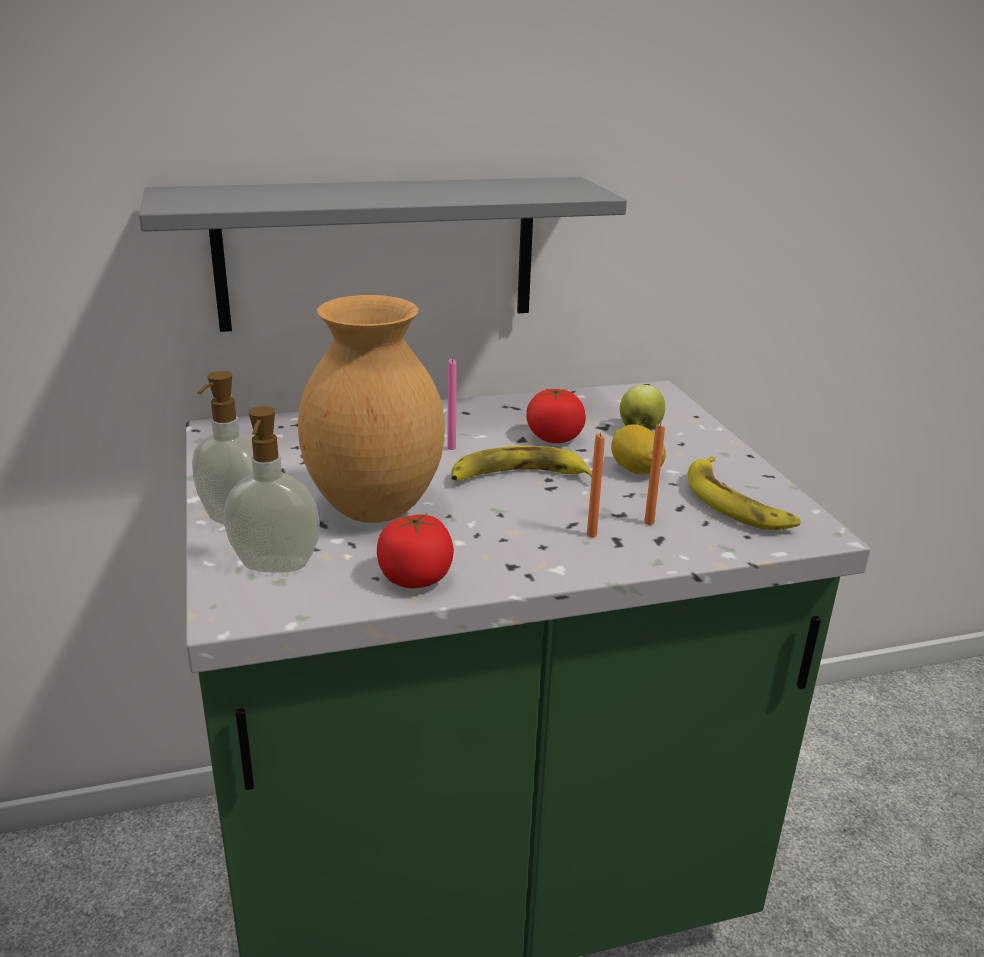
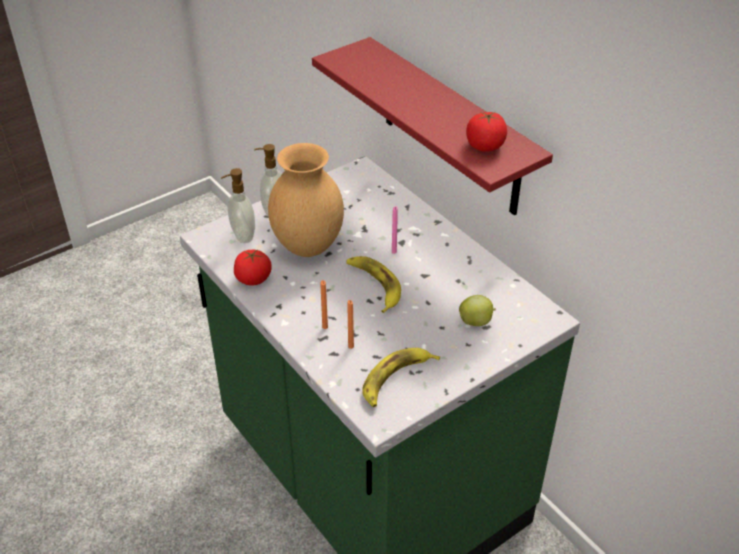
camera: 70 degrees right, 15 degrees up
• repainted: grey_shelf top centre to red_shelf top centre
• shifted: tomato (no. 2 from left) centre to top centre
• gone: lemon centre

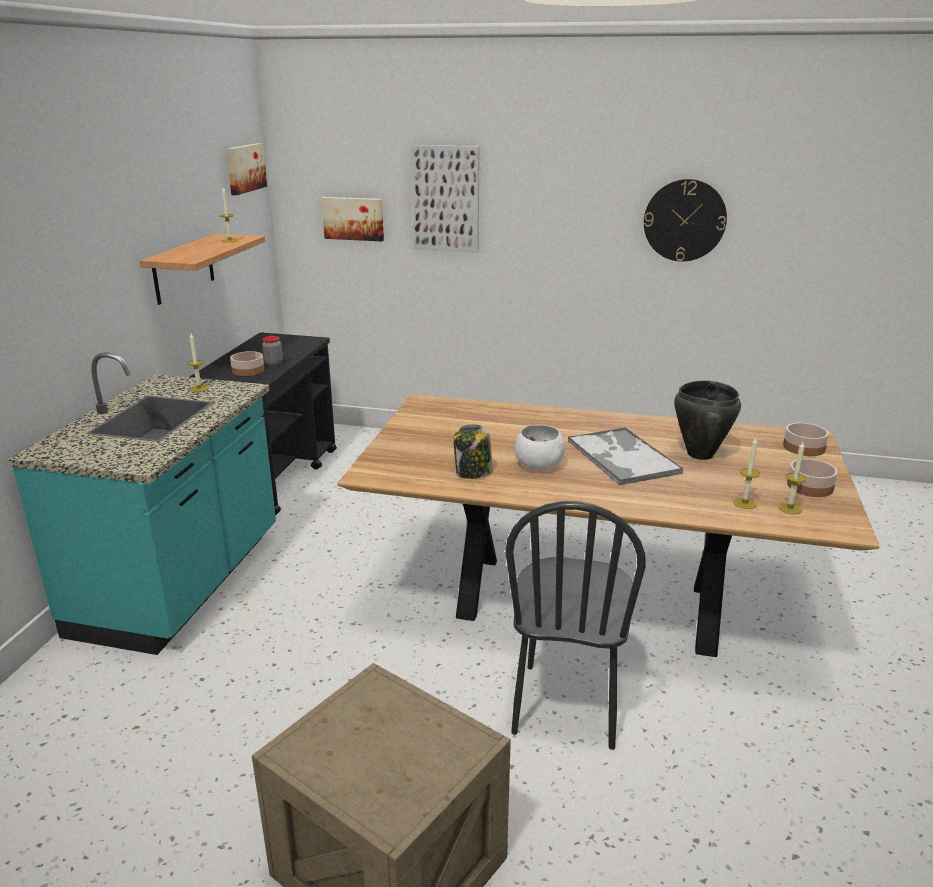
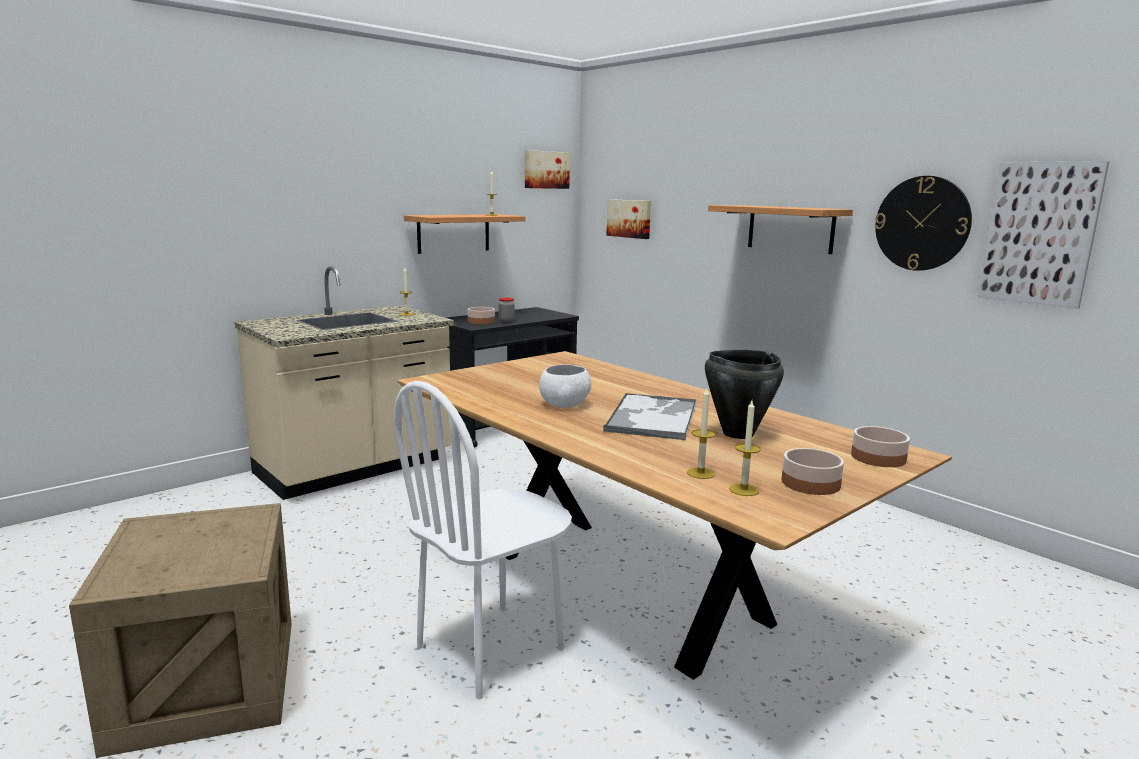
camera: 35 degrees right, 10 degrees down
• repainted: turquoise_counter middle left to beige_counter middle left
• repainted: black_chair bottom centre to white_chair bottom centre
• new: shelf (no. 2 from left) top right
• shifted: picture (no. 3 from left) top centre to top right
• gone: jar (no. 2 from left) centre

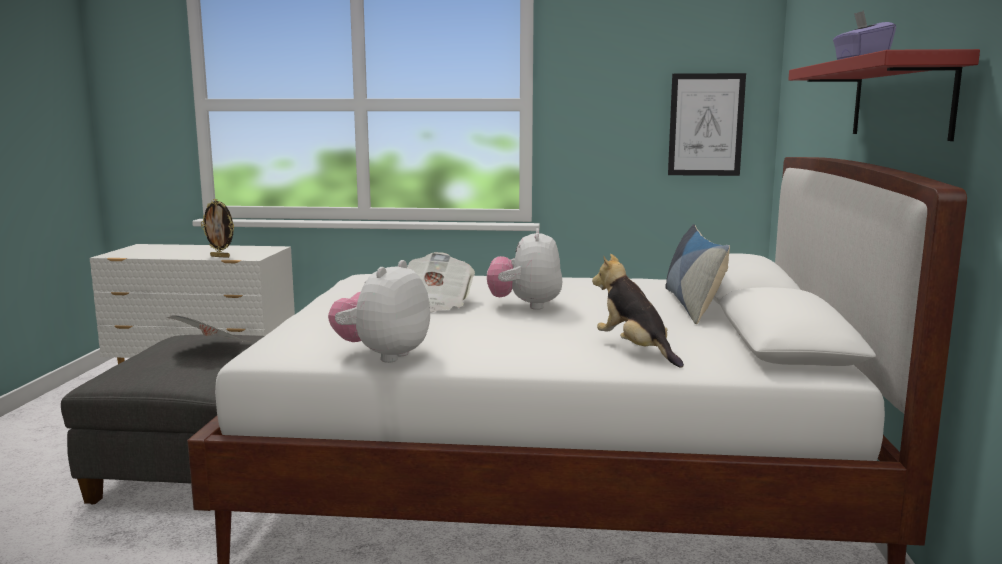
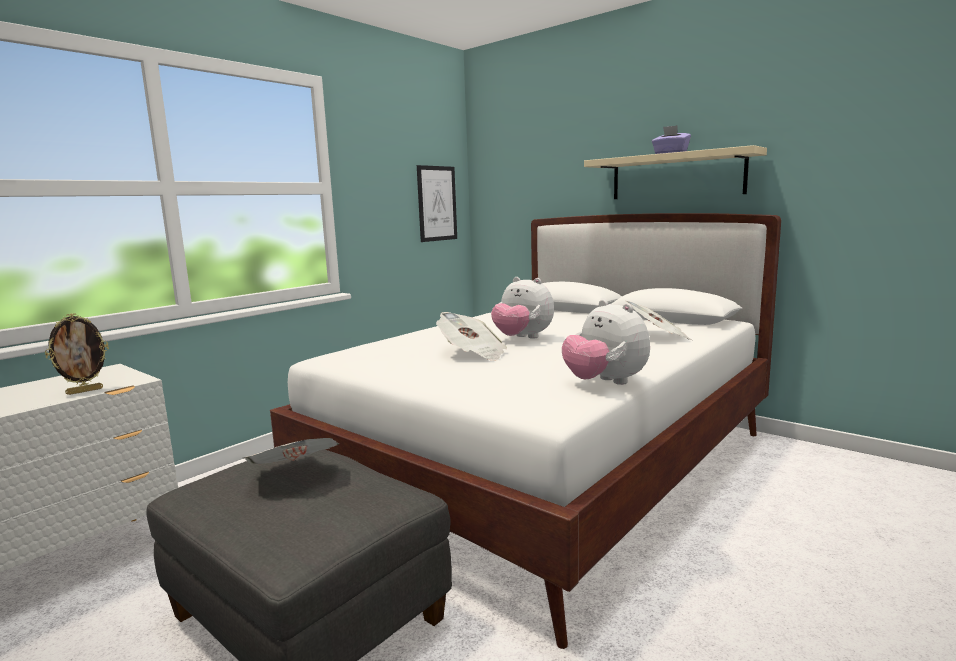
camera: 55 degrees left, 0 degrees up
• repainted: red_shelf top right to beige_shelf top right
• swapped: plush_toy (no. 3 from left) centre to newspaper (no. 3 from left) middle right
• gone: pillow middle right

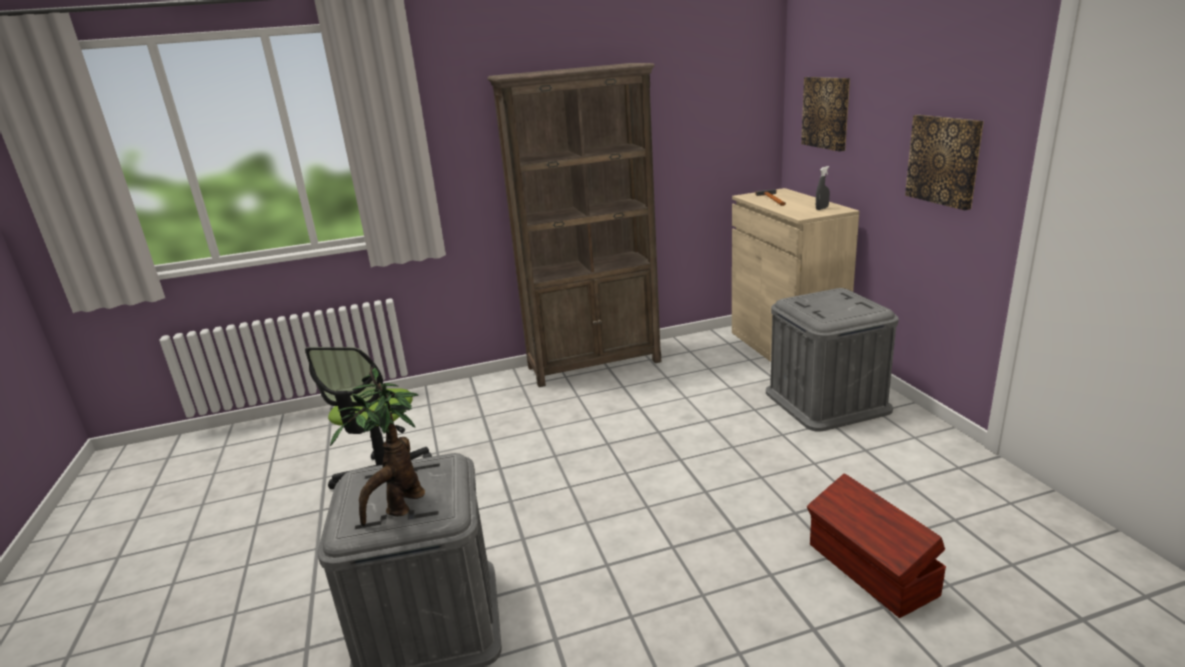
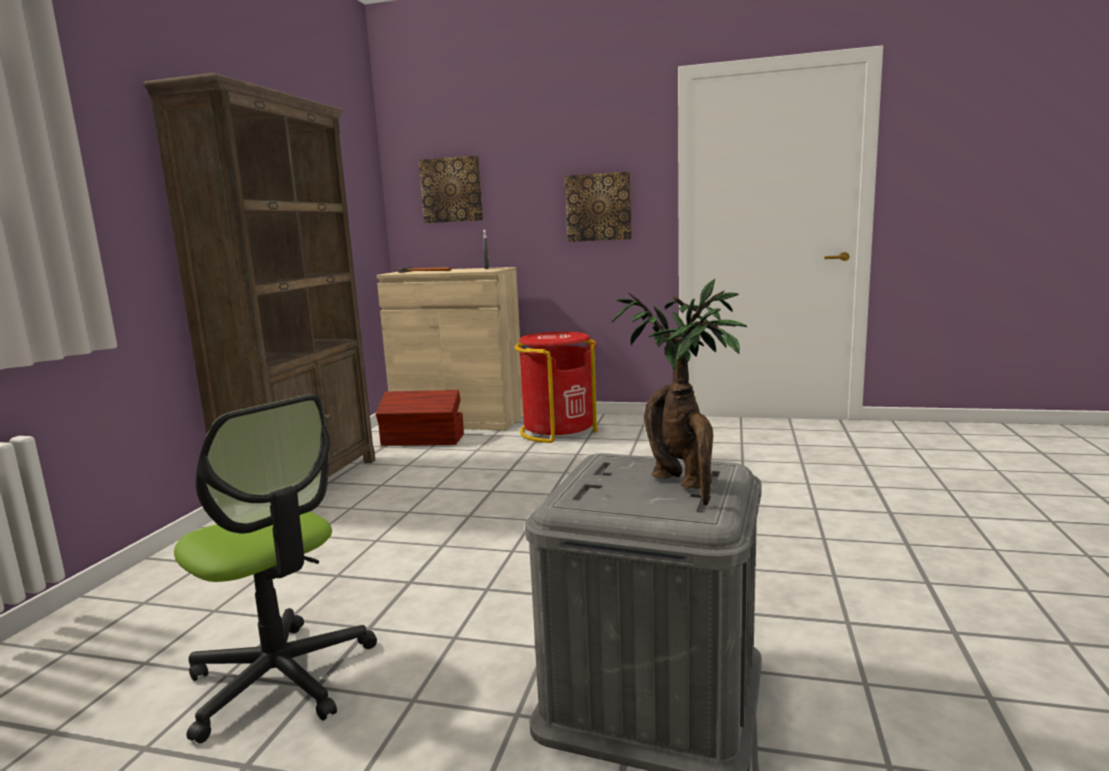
camera: 60 degrees left, 10 degrees down
• shifted: brown_storage_box bottom right to centre
• swapped: grey_storage_box (no. 2 from left) middle right to red_trash_can centre

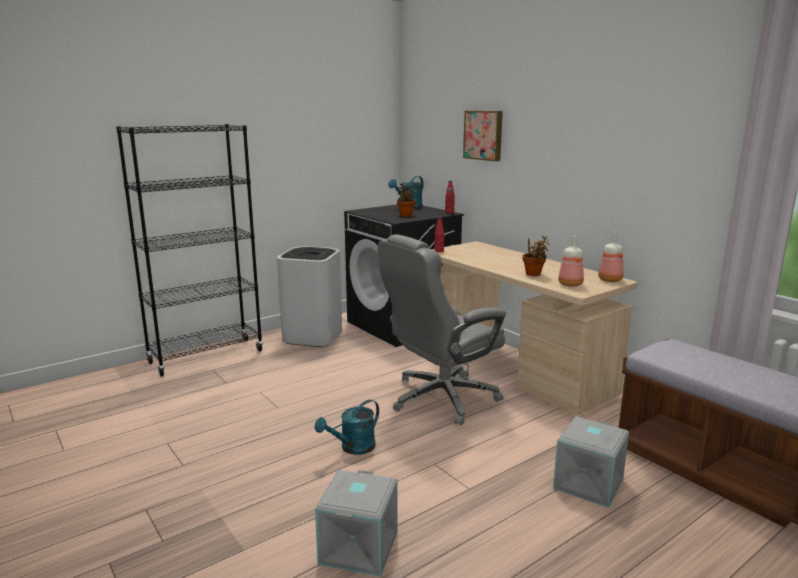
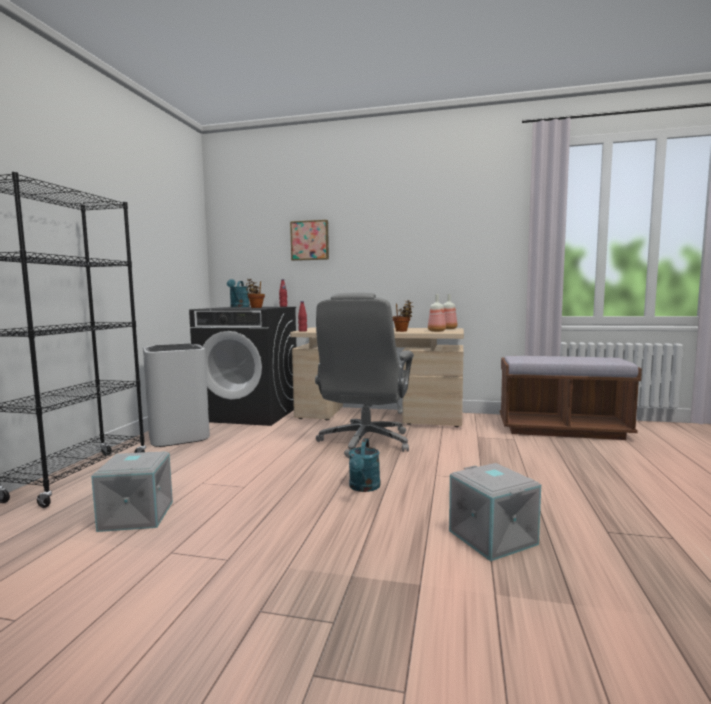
camera: 40 degrees left, 10 degrees down
• shifted: grey_storage_box (no. 2 from left in the first image) bottom right to grey_storage_box (no. 1 from left) bottom left

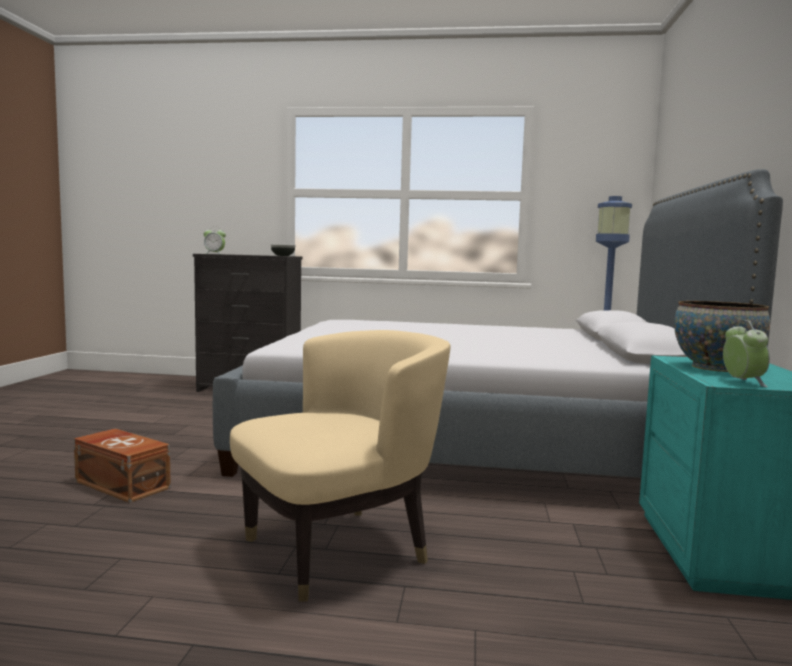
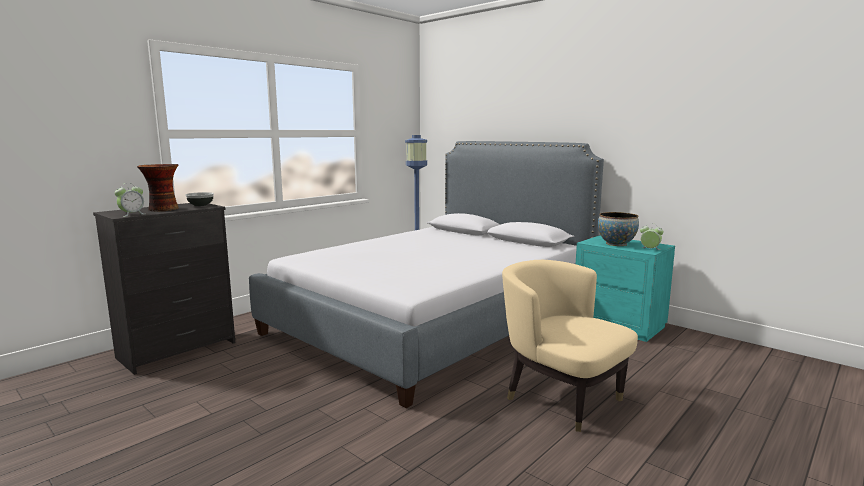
camera: 55 degrees left, 5 degrees up
• new: vase middle left
• rotated: beige_armchair bottom centre = bottom centre 45 degrees counterclockwise
• gone: brown_storage_box bottom left

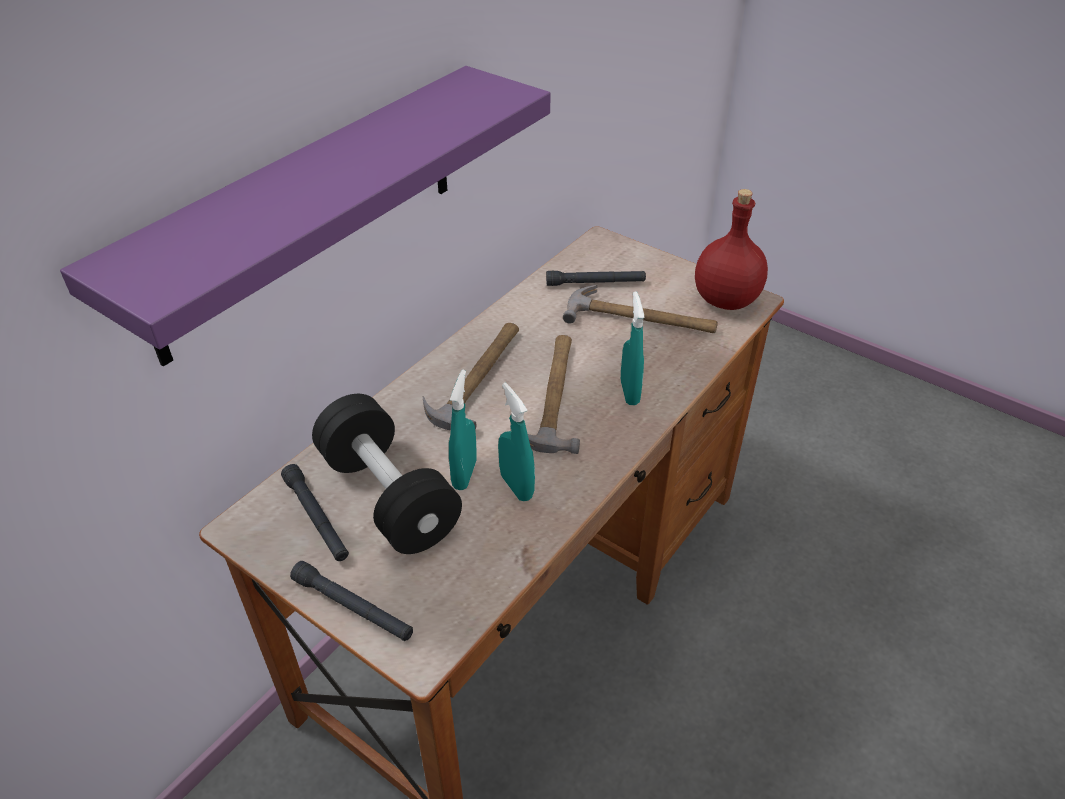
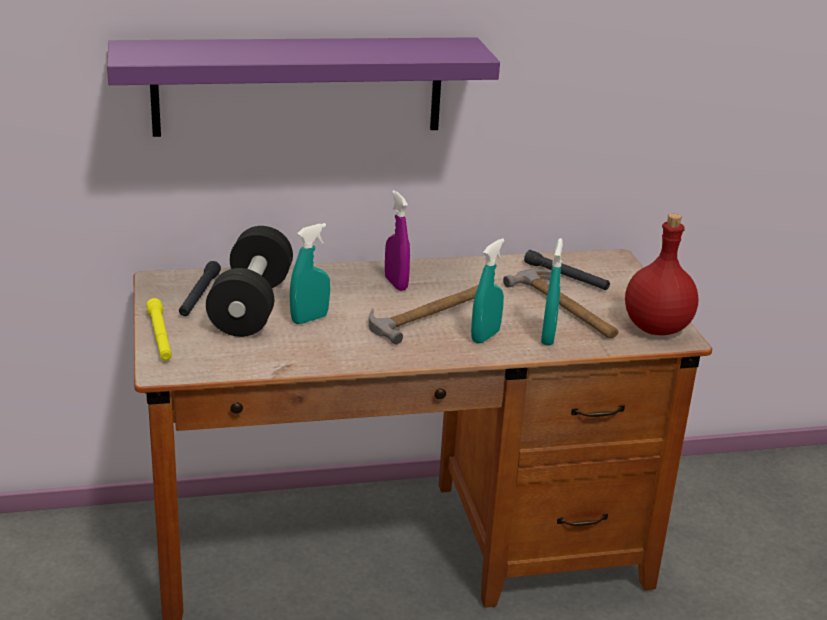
camera: 40 degrees right, 15 degrees down
• repainted: black_flashlight (no. 2 from left) bottom left to yellow_flashlight middle left
• swapped: hammer (no. 1 from left) centre to purple_spray_bottle centre
• shifted: turquoise_spray_bottle (no. 2 from left in the first image) centre to turquoise_spray_bottle (no. 3 from left) middle right

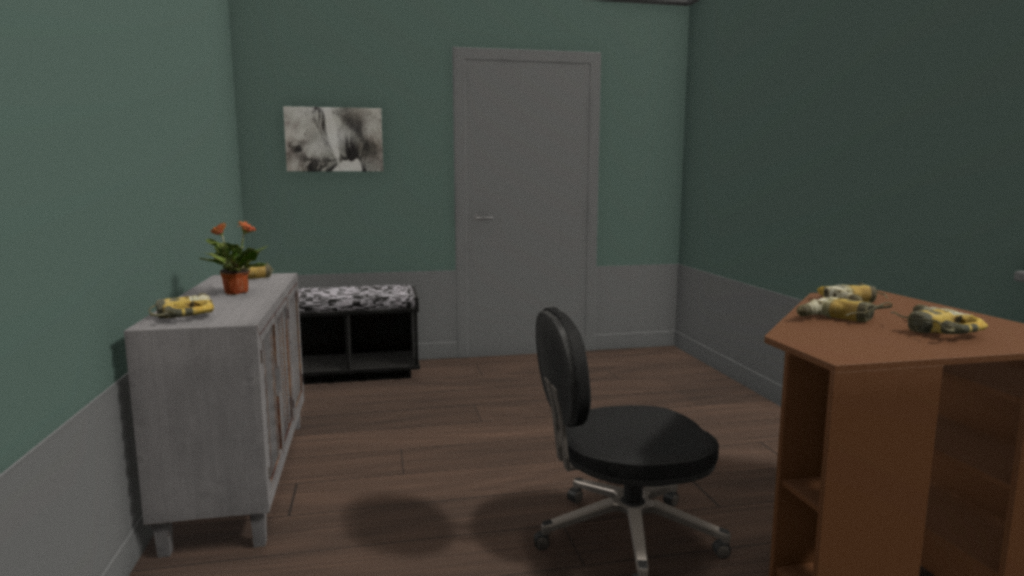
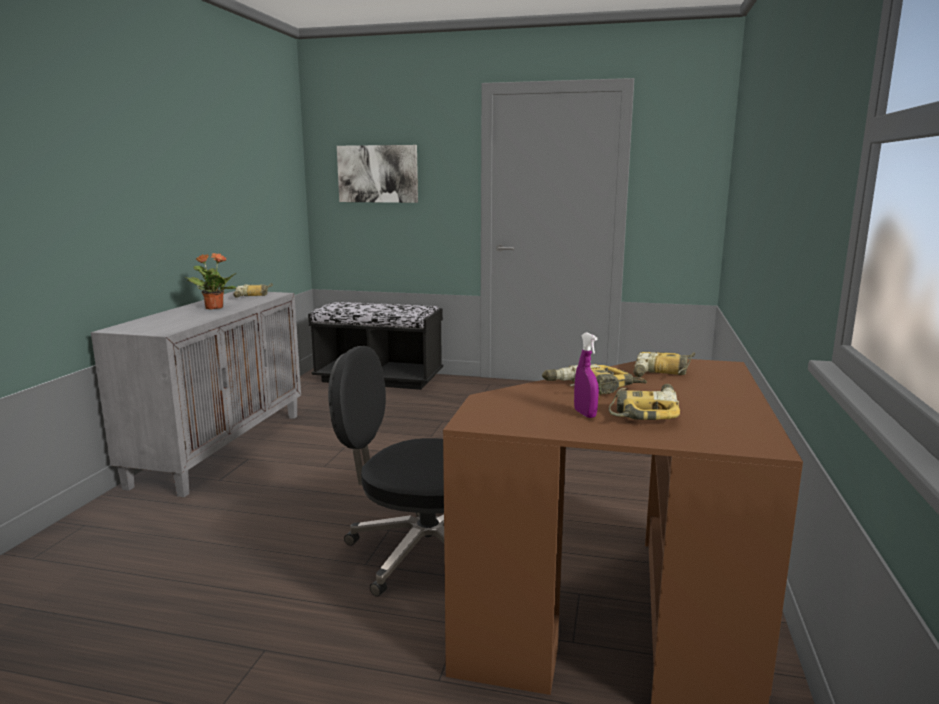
camera: 25 degrees right, 5 degrees up
• new: purple_spray_bottle centre
• gone: power_drill (no. 1 from left) middle left

